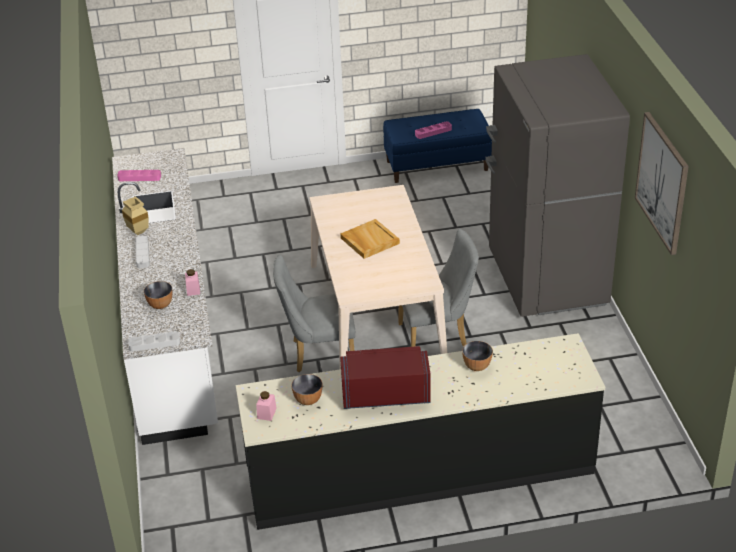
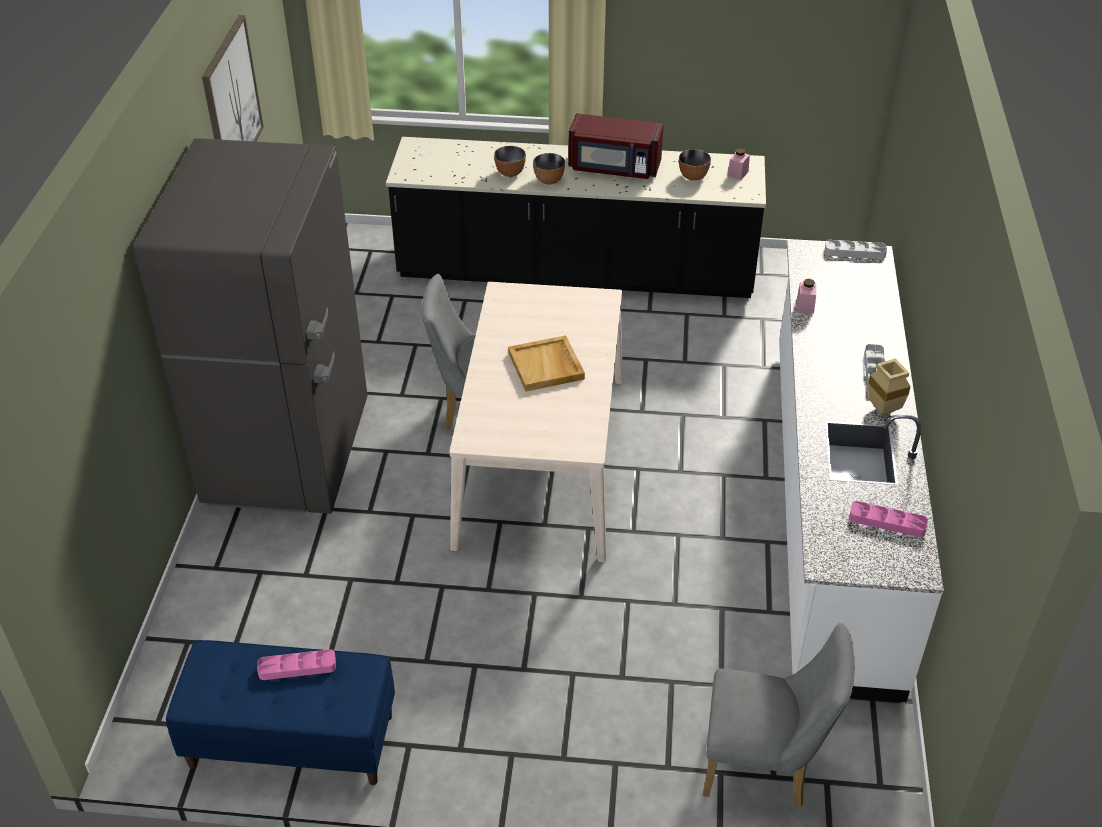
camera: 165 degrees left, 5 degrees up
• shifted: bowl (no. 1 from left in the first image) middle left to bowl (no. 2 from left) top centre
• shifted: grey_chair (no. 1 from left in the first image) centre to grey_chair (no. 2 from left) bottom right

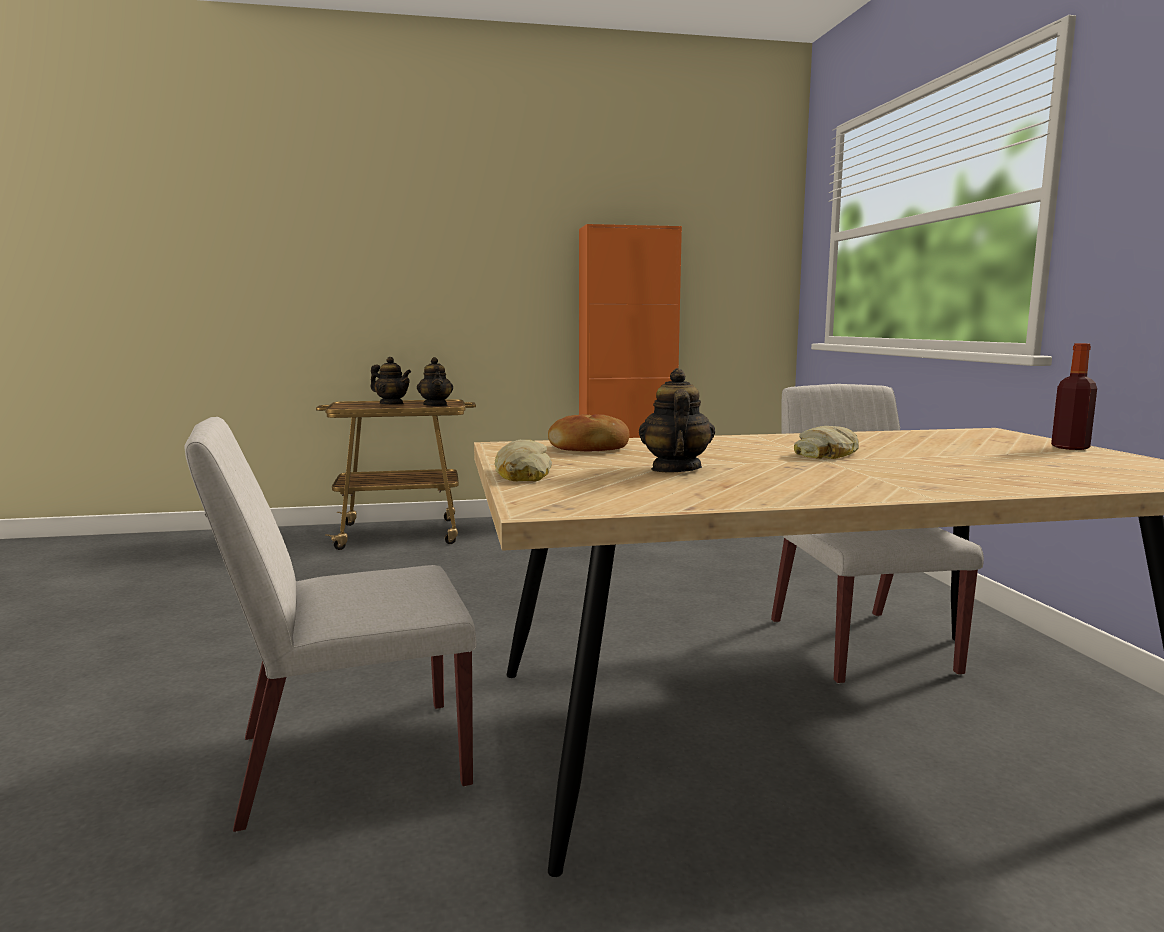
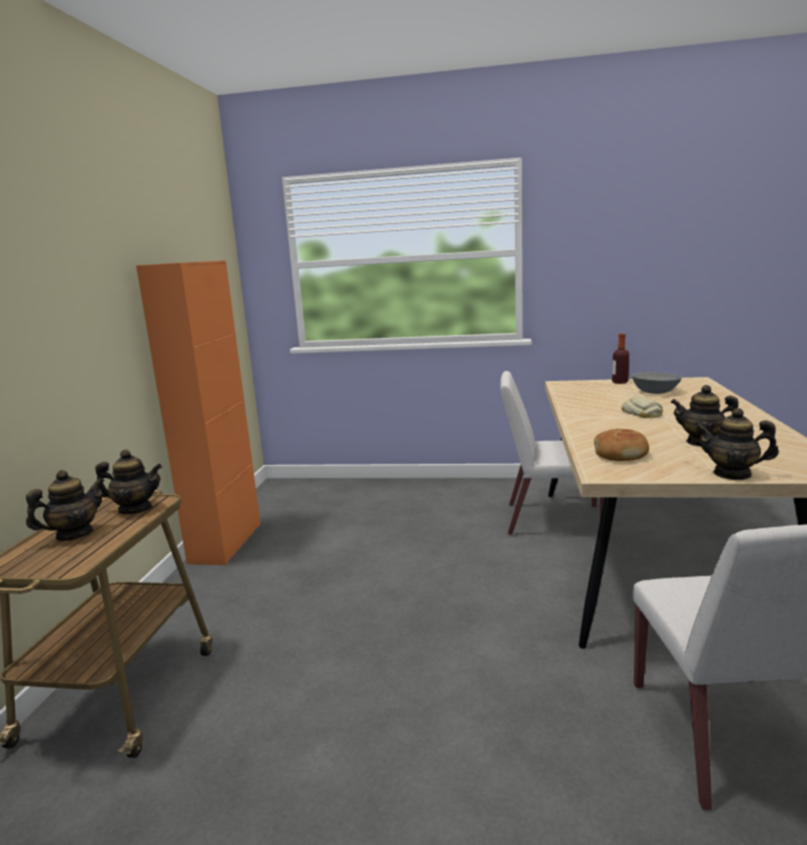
camera: 70 degrees left, 5 degrees up
• new: grey_bowl middle right
• swapped: bread (no. 1 from left) centre to teapot (no. 4 from left) middle right

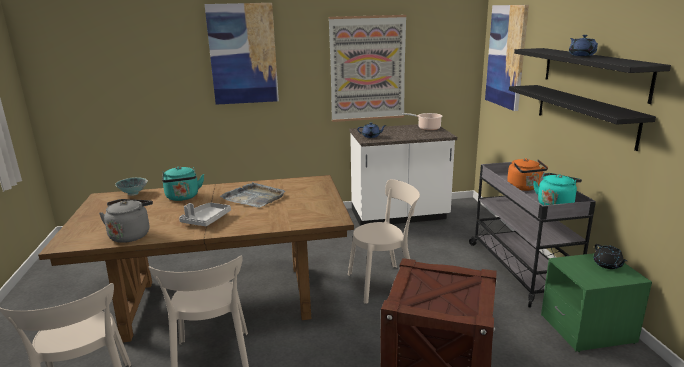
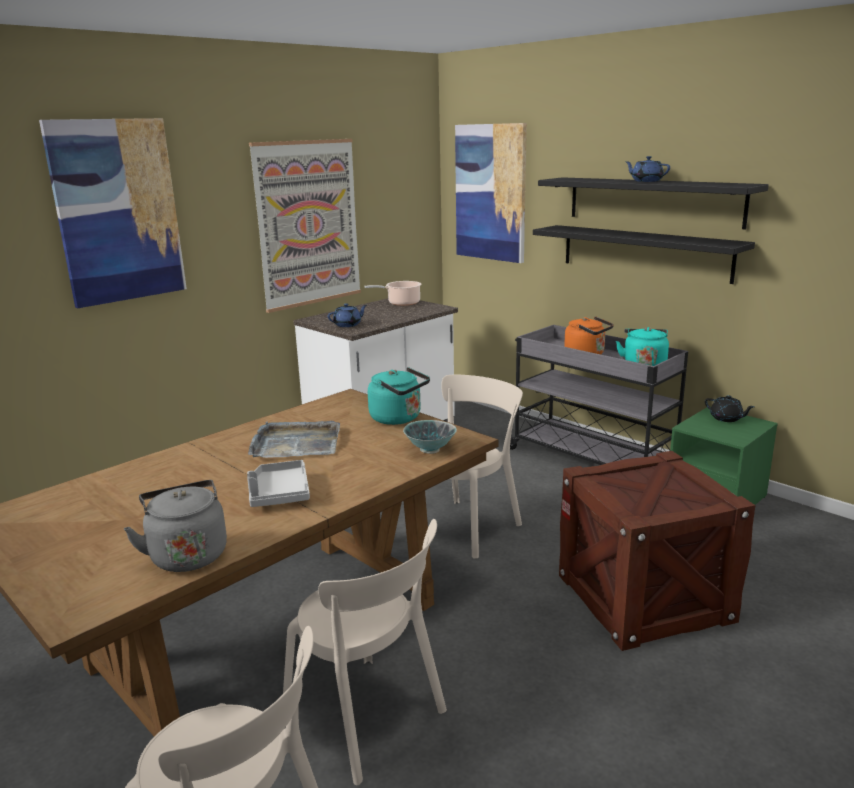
camera: 35 degrees left, 0 degrees up
• shifted: turquoise_kettle (no. 1 from left) middle left to centre
• shifted: bowl middle left to centre

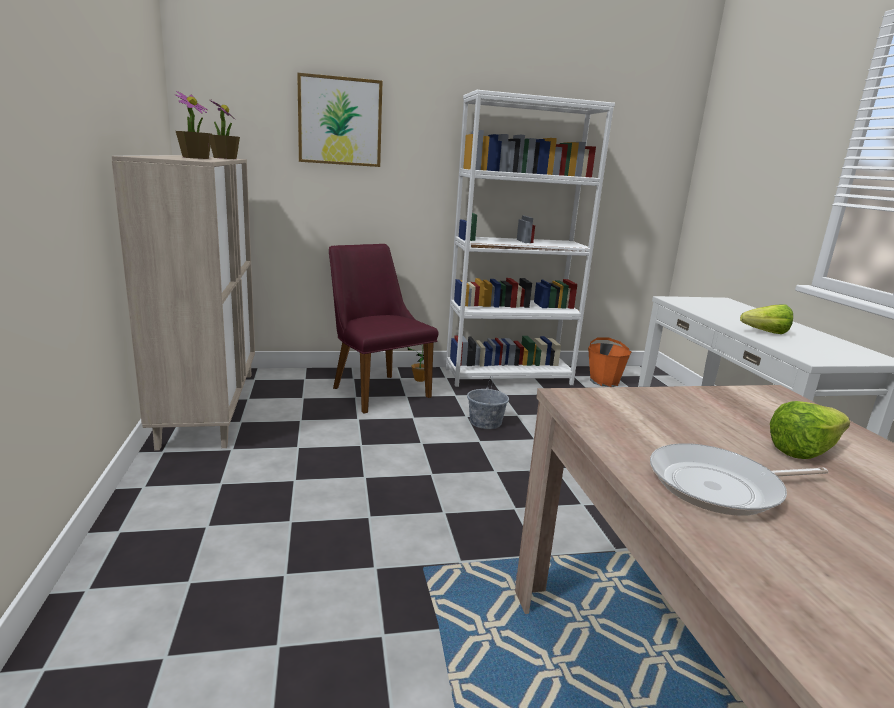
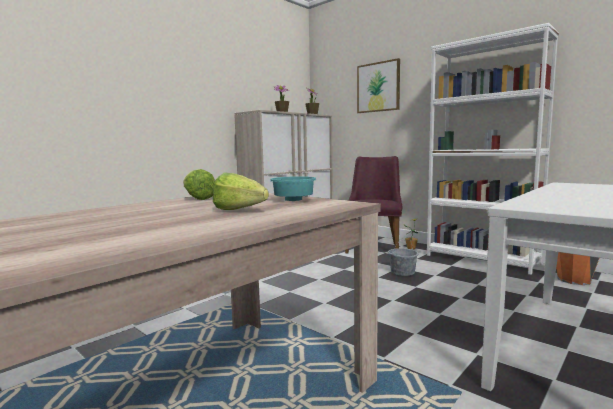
camera: 55 degrees right, 10 degrees down
• shifted: lettuce (no. 1 from left) middle right to middle left
• new: turquoise_bowl centre
• gone: frying_pan bottom right

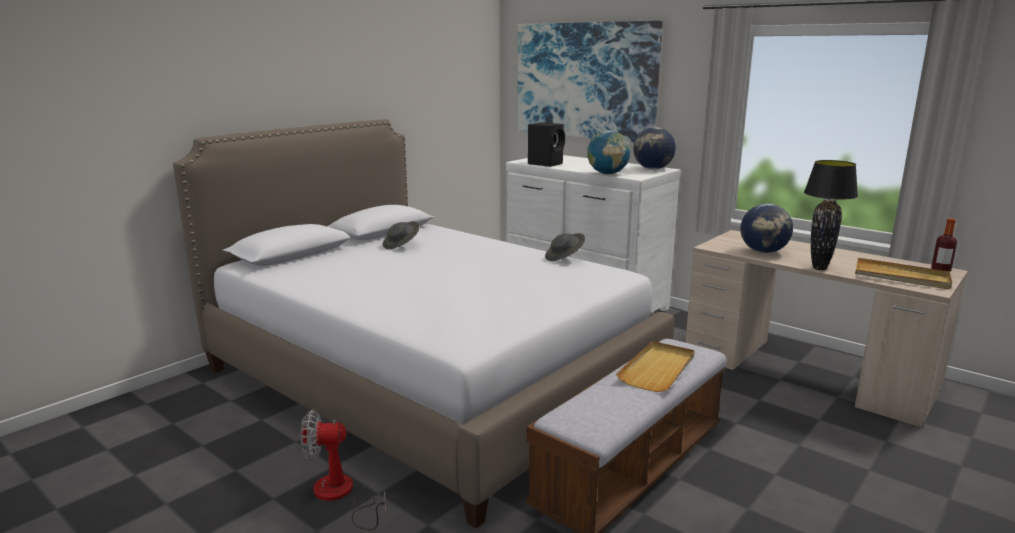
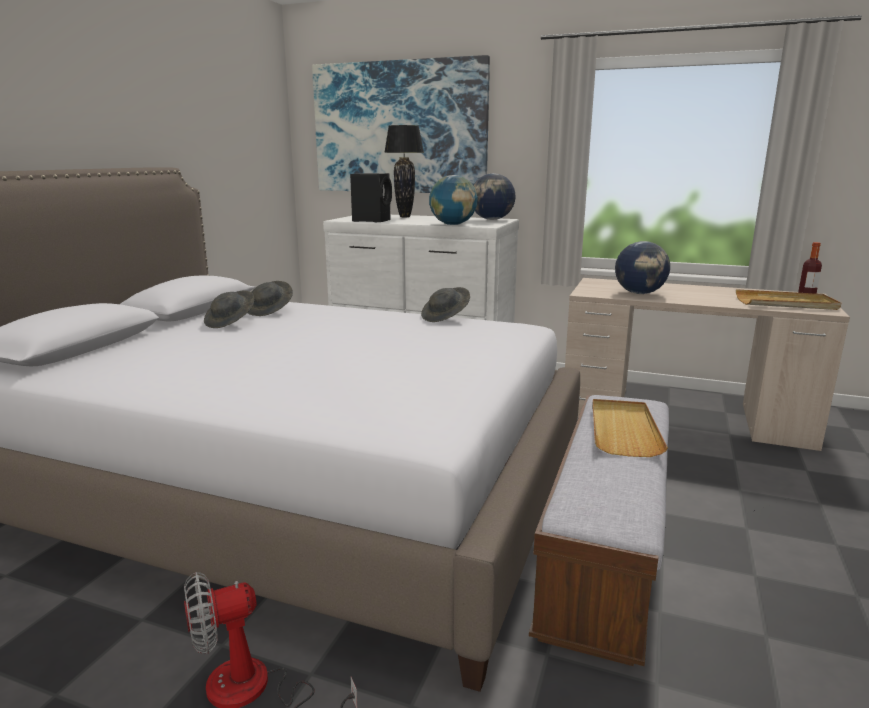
camera: 20 degrees left, 0 degrees up
• new: grey_hat (no. 2 from left) middle left
• shifted: black_table_lamp middle right to top centre

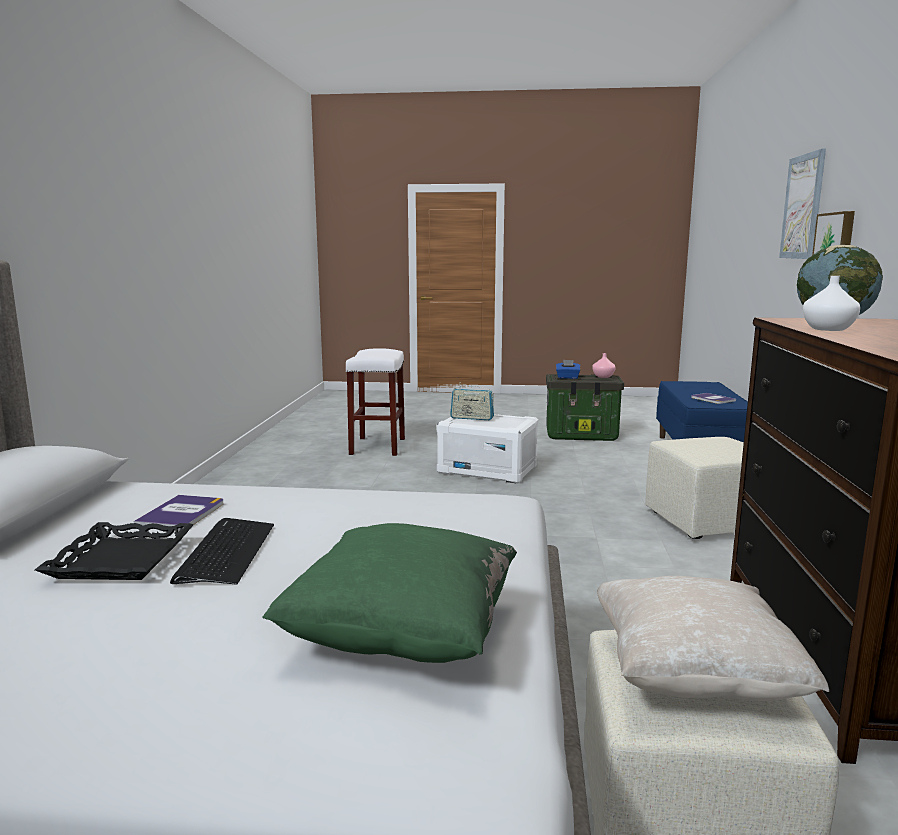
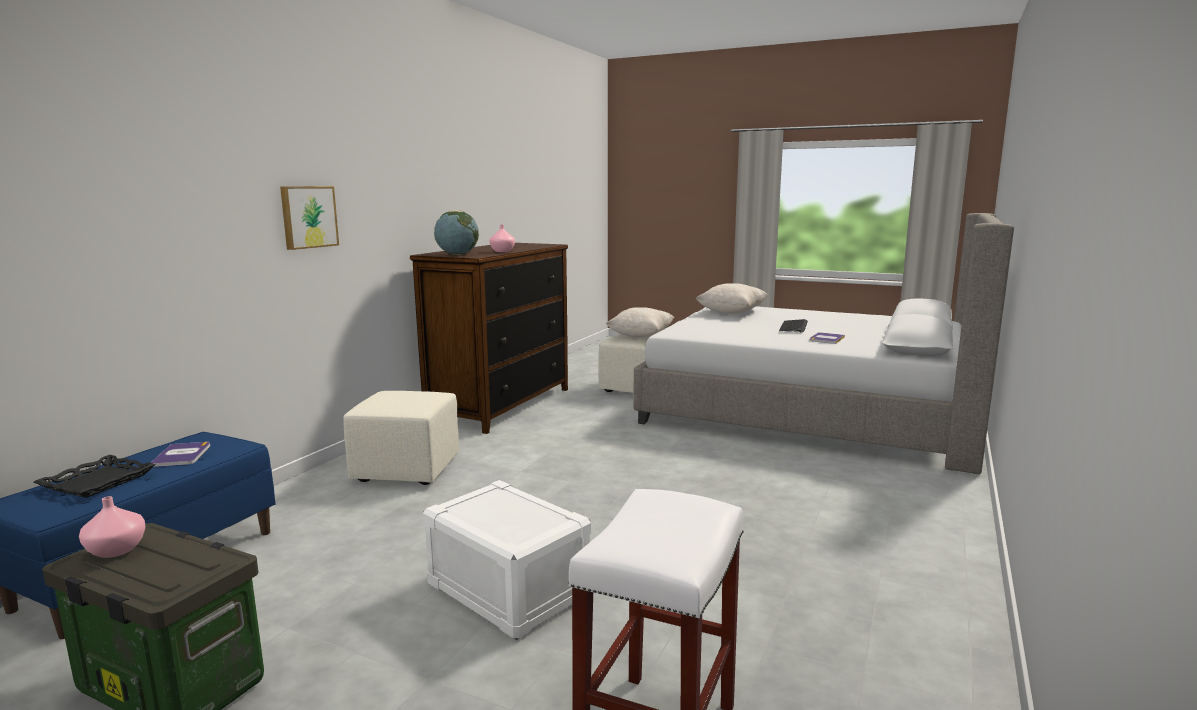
camera: 160 degrees left, 0 degrees up
• shifted: black_tray middle left to bottom left
• repainted: white_vase middle right to pink_vase (no. 2 from left) centre
• repainted: green_pillow bottom centre to beige_pillow (no. 2 from left) centre
• gone: radio centre
• gone: blue_tissue_box centre
• gone: picture (no. 1 from left) top right

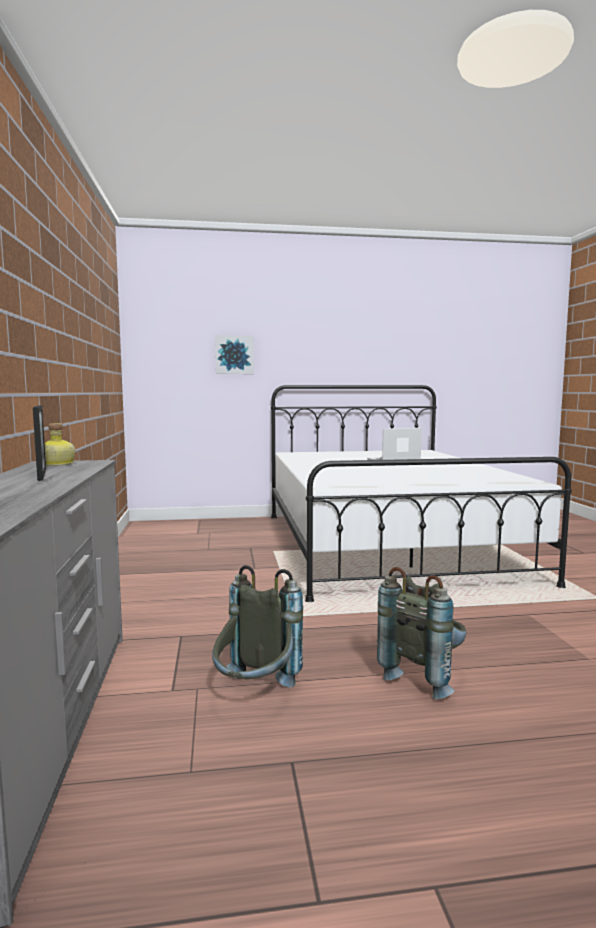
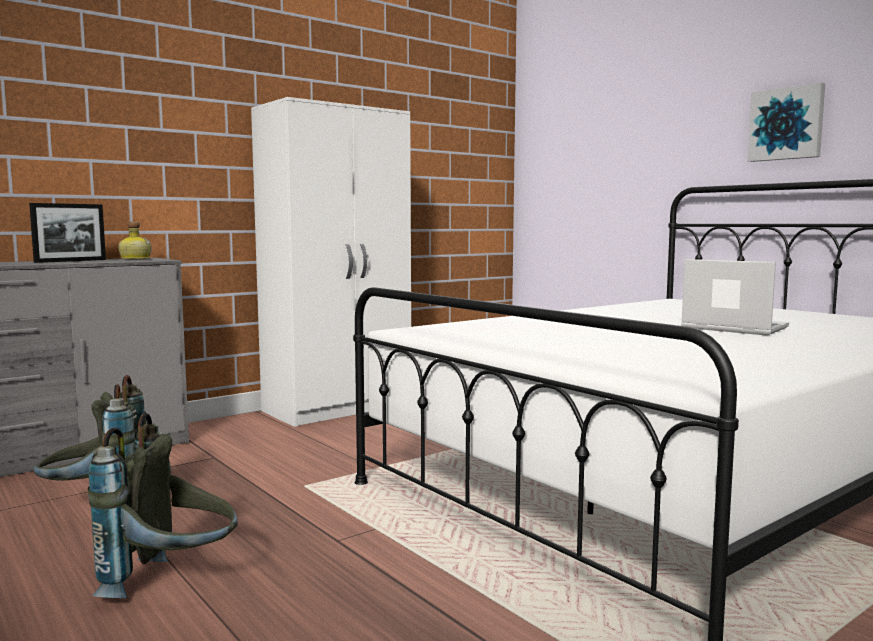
camera: 60 degrees right, 0 degrees up
• new: white_wardrobe centre
• shifted: picture centre to top right

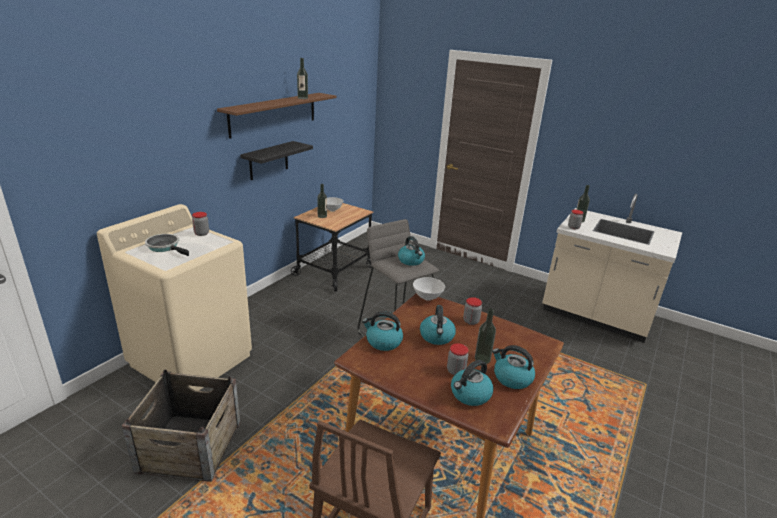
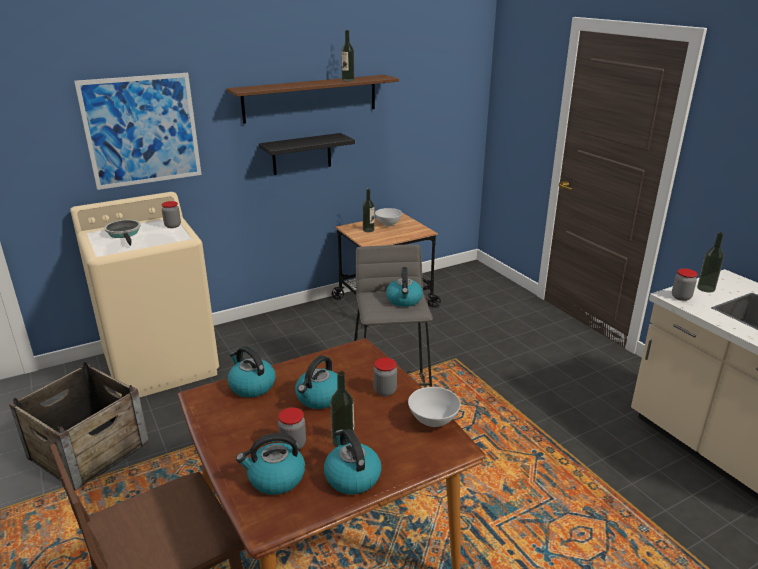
camera: 30 degrees right, 0 degrees up
• new: picture top left
• shifted: white_bowl (no. 2 from left) centre to bottom centre

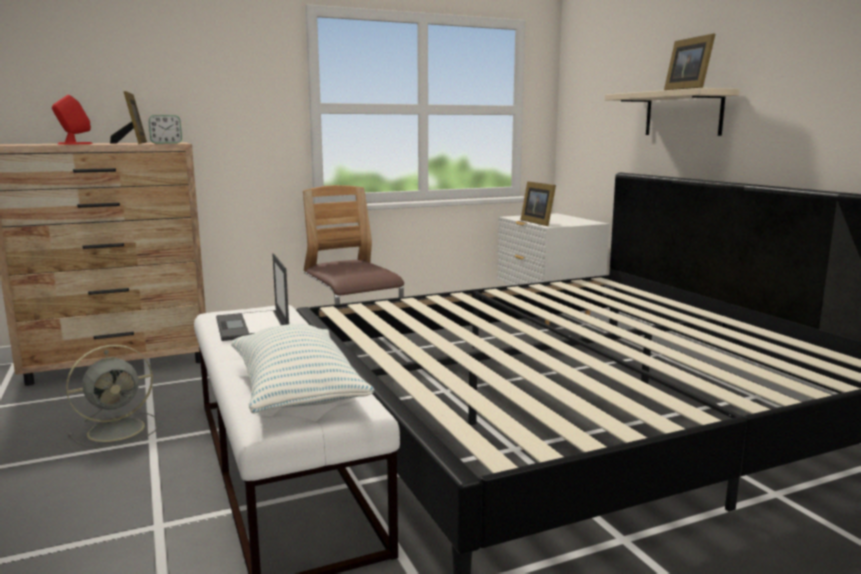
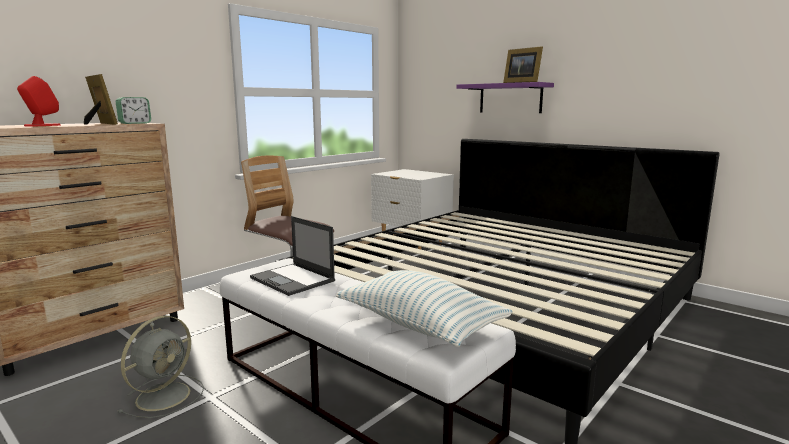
camera: 25 degrees left, 0 degrees up
• repainted: beige_shelf top right to purple_shelf top centre
• gone: picture_frame (no. 2 from left) centre

